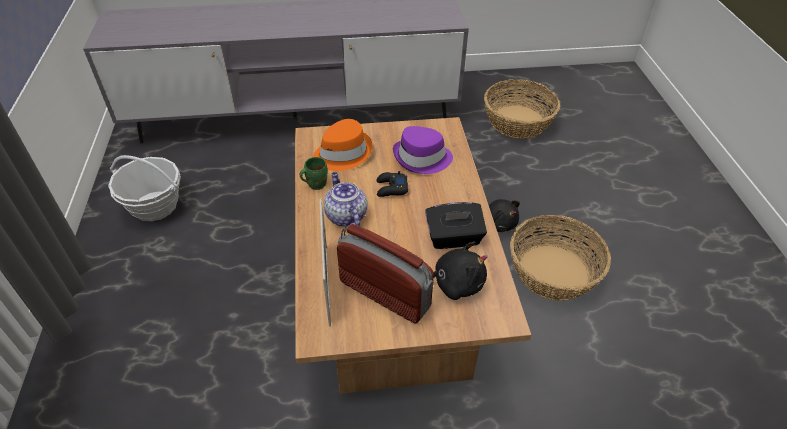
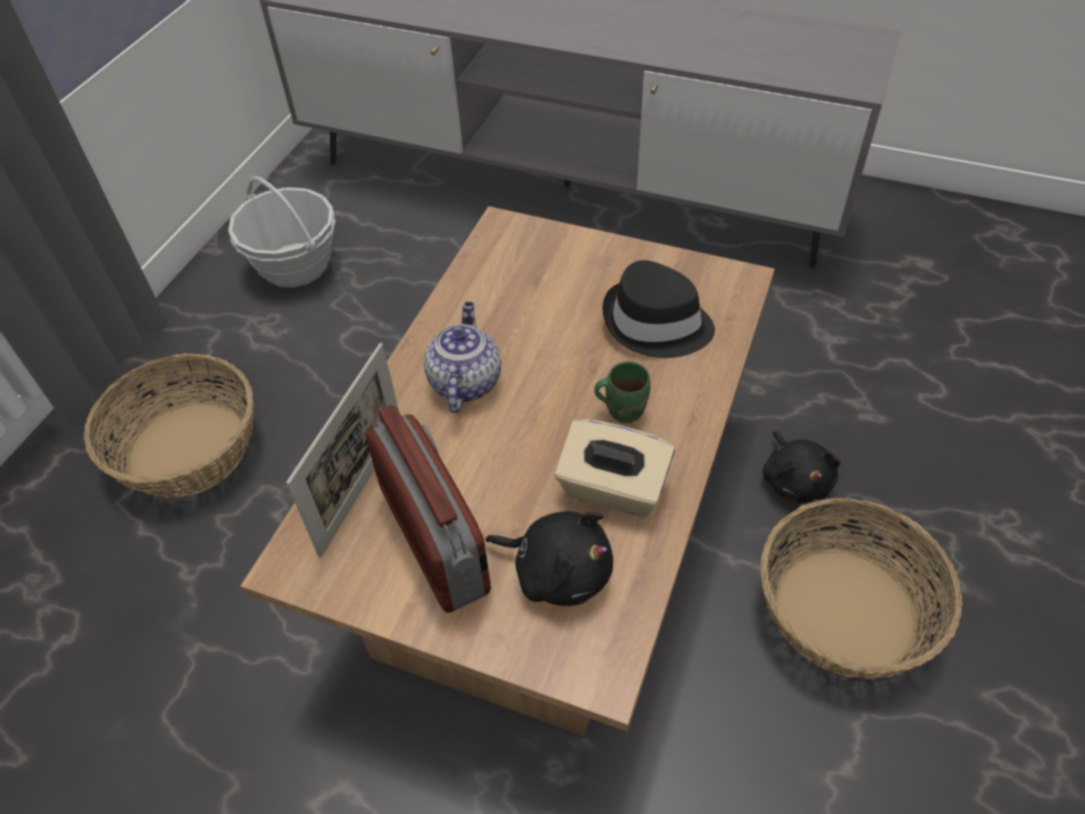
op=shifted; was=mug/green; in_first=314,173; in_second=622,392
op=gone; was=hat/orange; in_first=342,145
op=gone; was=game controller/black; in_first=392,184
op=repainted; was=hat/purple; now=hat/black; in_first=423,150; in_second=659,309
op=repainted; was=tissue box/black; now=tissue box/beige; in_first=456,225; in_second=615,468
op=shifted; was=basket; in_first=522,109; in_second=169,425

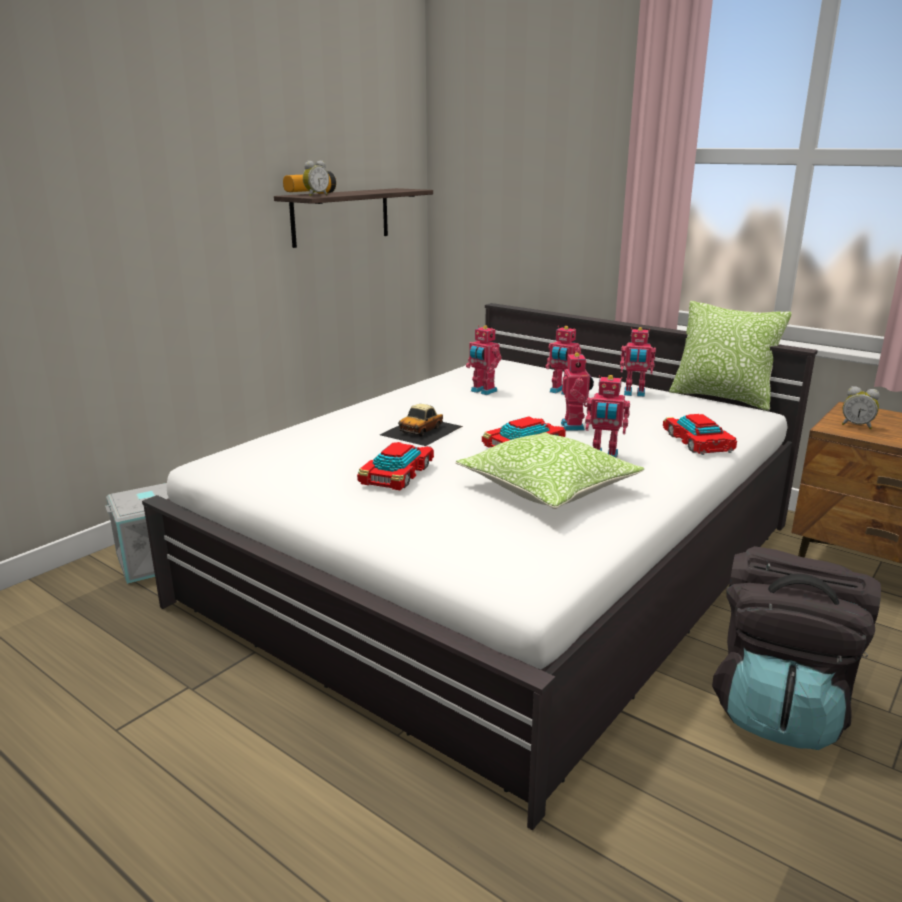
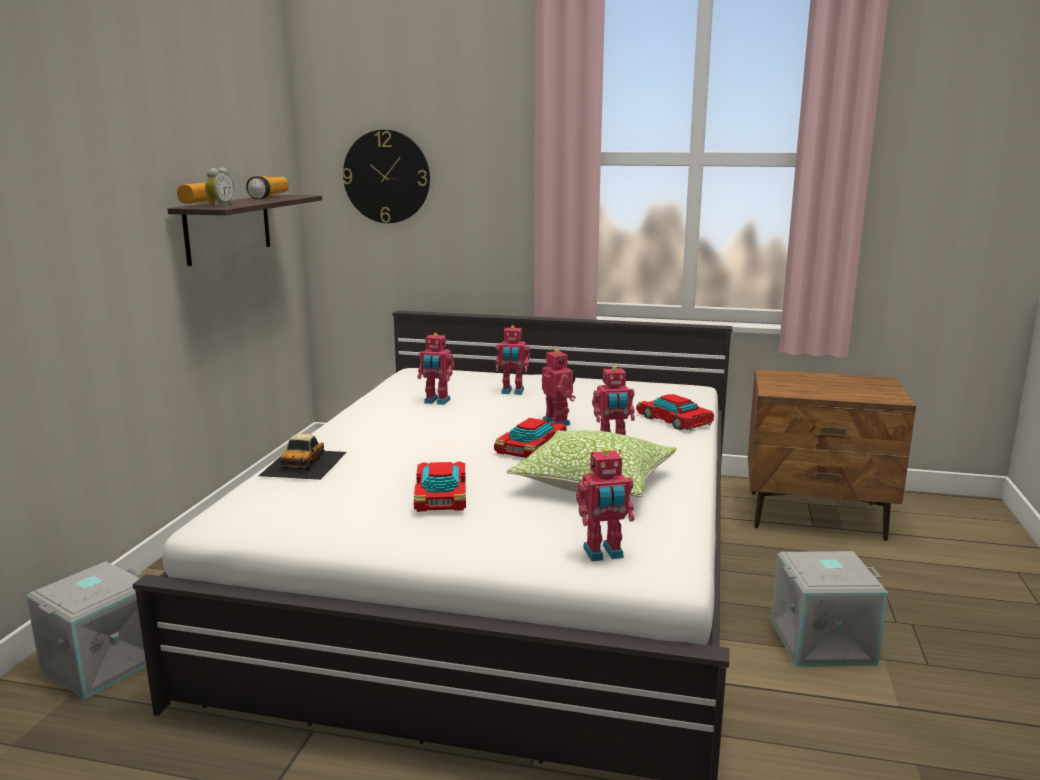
op=shifted; was=toy car; in_first=421,425; in_second=302,457
op=shifted; was=toy robot; in_first=638,362; in_second=605,505
op=gone; was=pillow; in_first=730,356
op=swapped; was=backpack/black; now=storage box/grey; in_first=796,648; in_second=829,609
op=gone; was=alarm clock; in_first=861,407
op=new; now=flashlight; in_second=267,187
op=new; now=wall clock; in_second=386,176

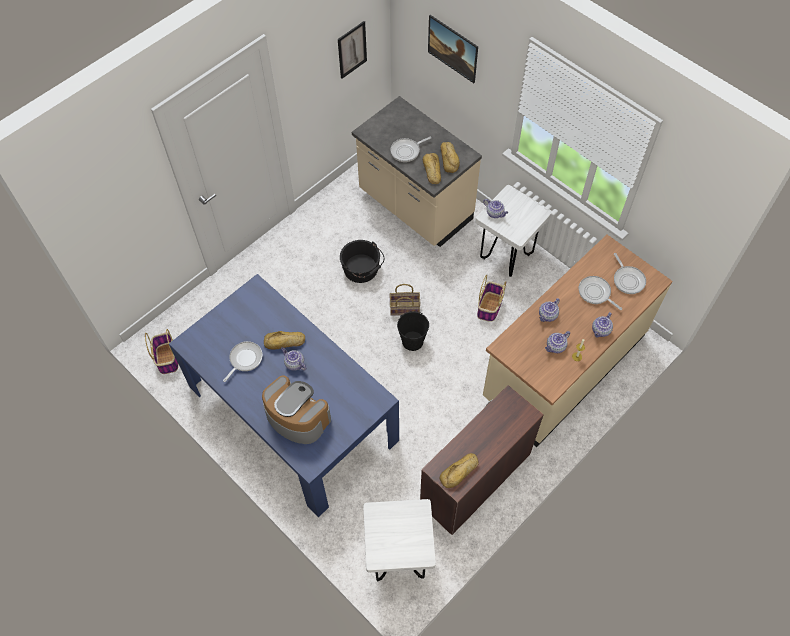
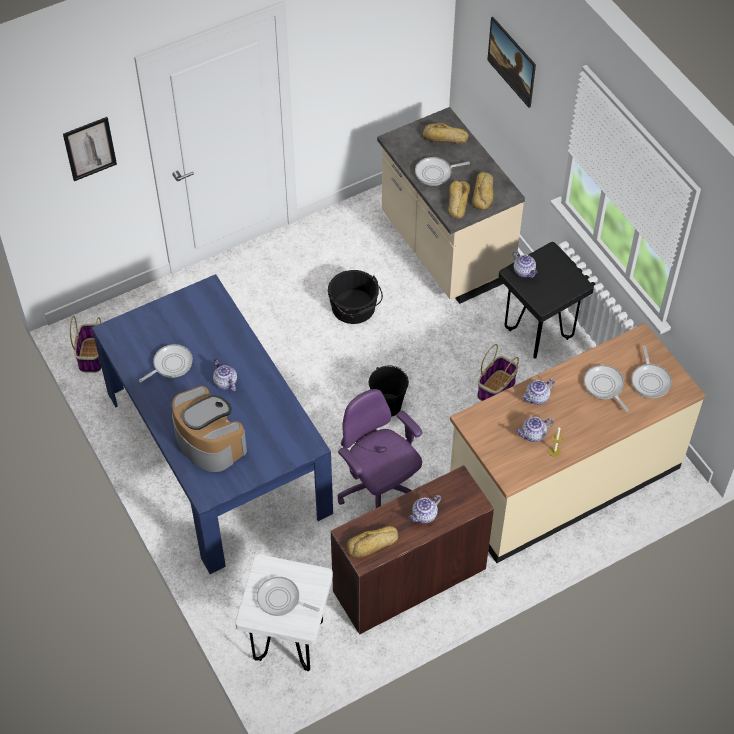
op=shifted; was=bread; in_first=284,340; in_second=445,133
op=shifted; was=picture; in_first=352,50; in_second=90,149
op=gone; was=basket; in_first=405,300
op=repainted; was=stool/white; now=stool/black; in_first=513,231; in_second=547,300
op=shifted; was=teapot; in_first=602,325; in_second=425,509
op=new; now=frying pan; in_second=288,596
op=new; now=office chair/purple; in_second=379,448

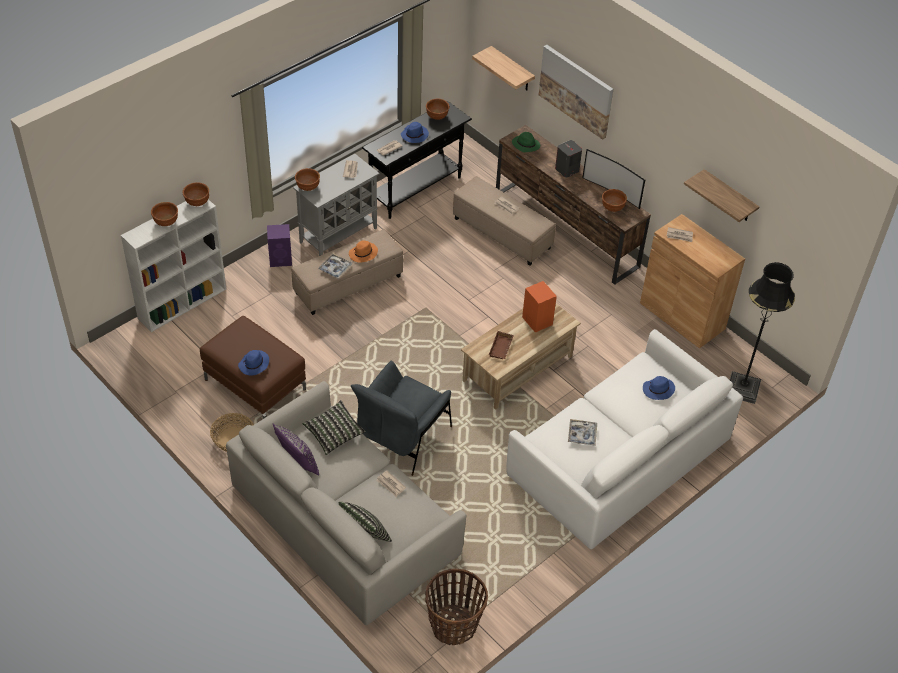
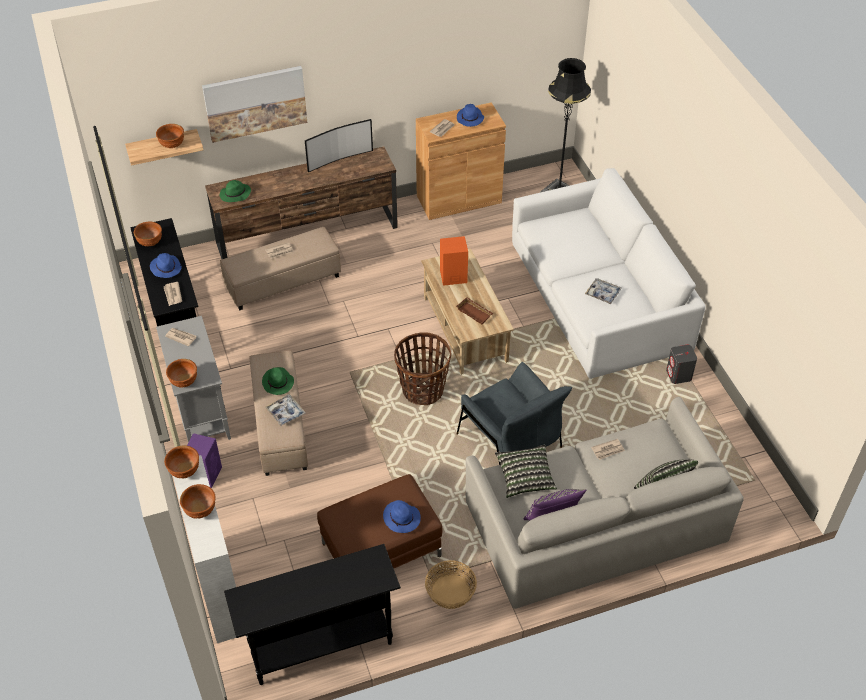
op=repainted; was=hat/orange; now=hat/green; in_first=363,252; in_second=278,381
op=shifted; was=basket; in_first=456,606; in_second=422,368
op=shifted; was=speaker/grey; in_first=568,159; in_second=681,364
op=shifted; was=bowl/brown; in_first=614,200; in_second=170,136
op=shifted; was=hat/blue; in_first=659,388; in_second=470,115
op=gone; was=shelf; in_first=721,195
op=new; now=console table/black; in_second=312,614

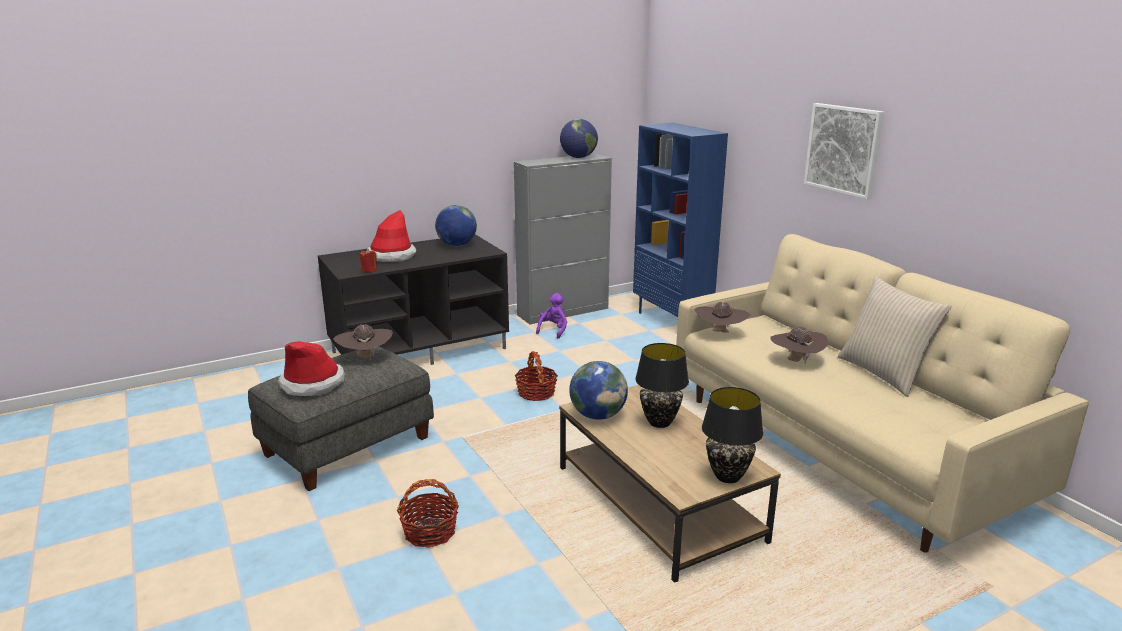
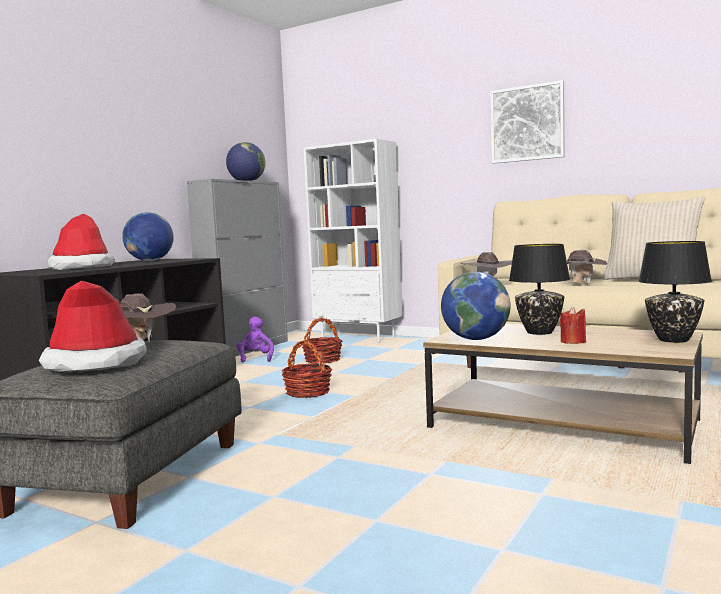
op=shifted; was=candle/red; in_first=368,261; in_second=573,325
op=shifted; was=basket; in_first=428,513; in_second=322,340
op=repainted; was=bookcase/blue; now=bookcase/white; in_first=680,219; in_second=353,241

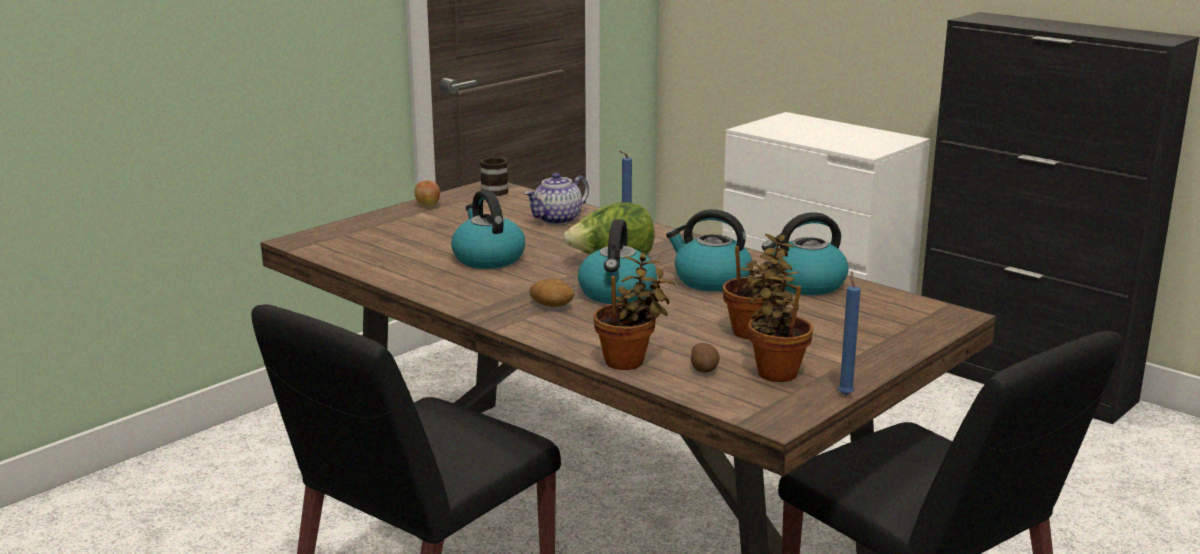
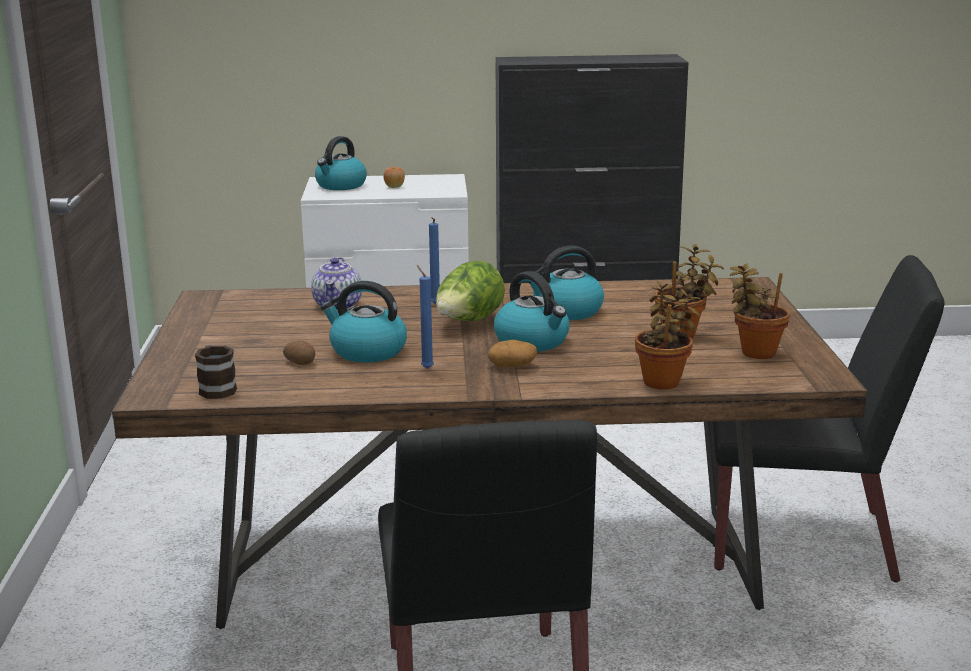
op=shifted; was=apple; in_first=427,193; in_second=394,177
op=shifted; was=mug; in_first=494,177; in_second=216,372
op=shifted; was=potato; in_first=705,358; in_second=299,352
op=shifted; was=kettle; in_first=805,254; in_second=341,163
op=shifted; was=candle/blue; in_first=849,333; in_second=425,317

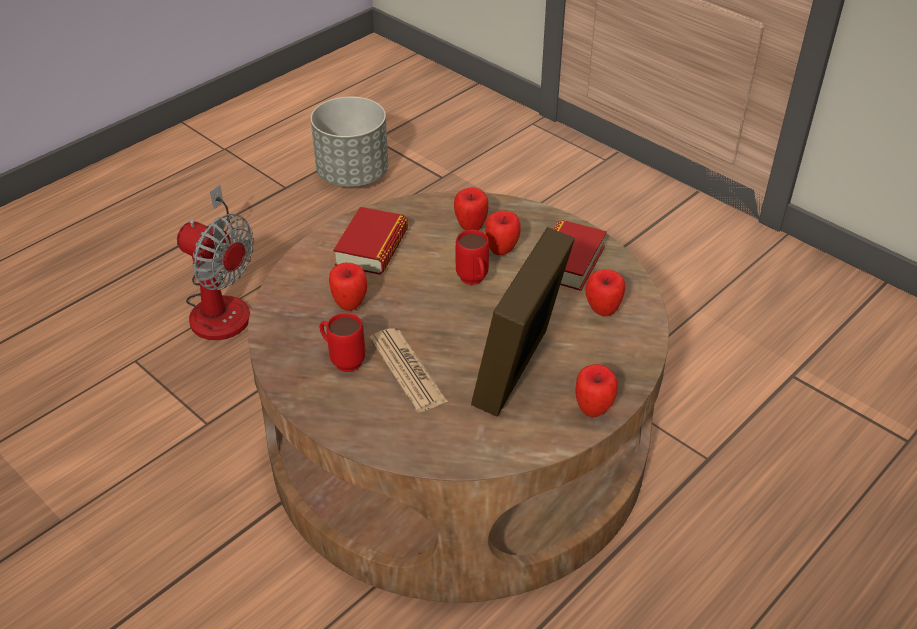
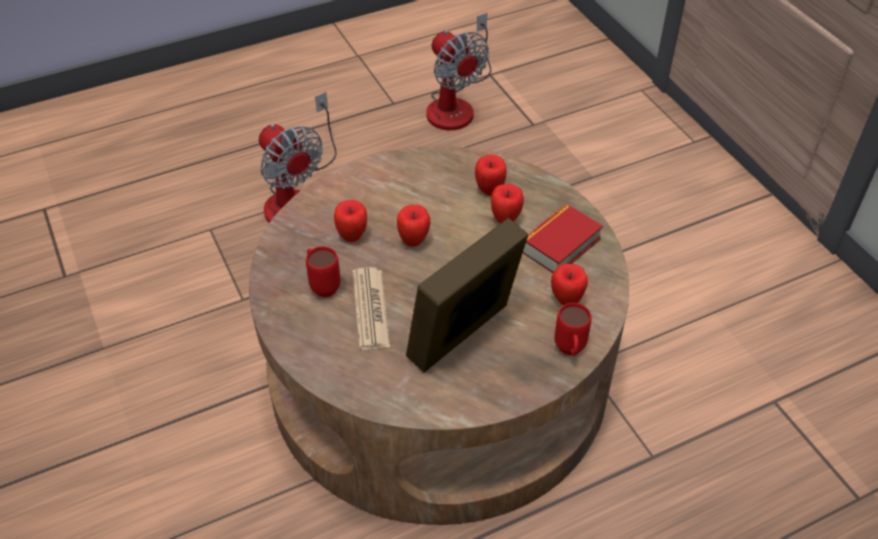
op=swapped; was=planter/grey; now=fan; in_first=349,141; in_second=459,71
op=gone; was=book; in_first=370,241
op=shifted; was=mug/red; in_first=472,257; in_second=573,329
op=shifted; was=apple; in_first=597,390; in_second=413,226

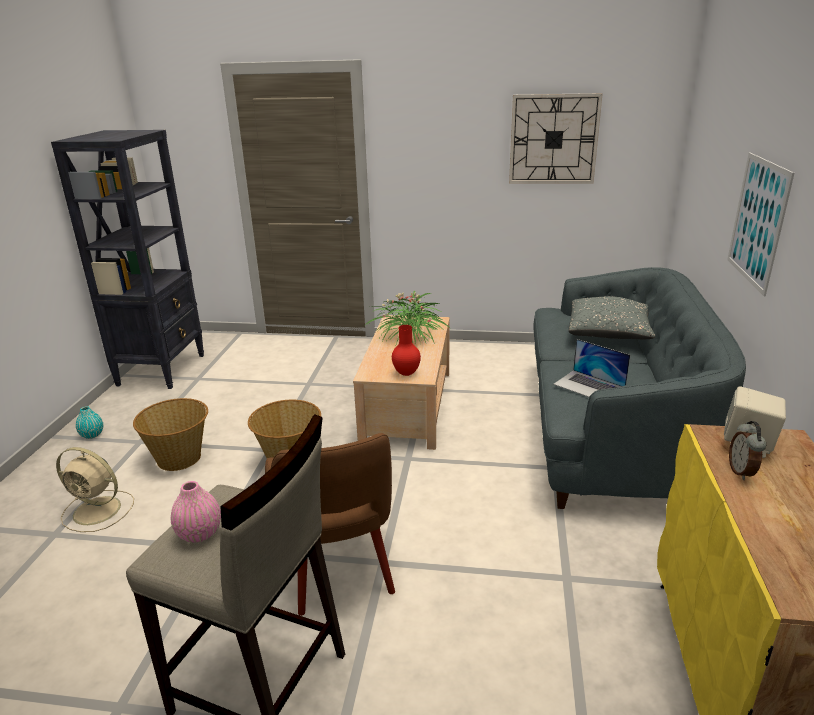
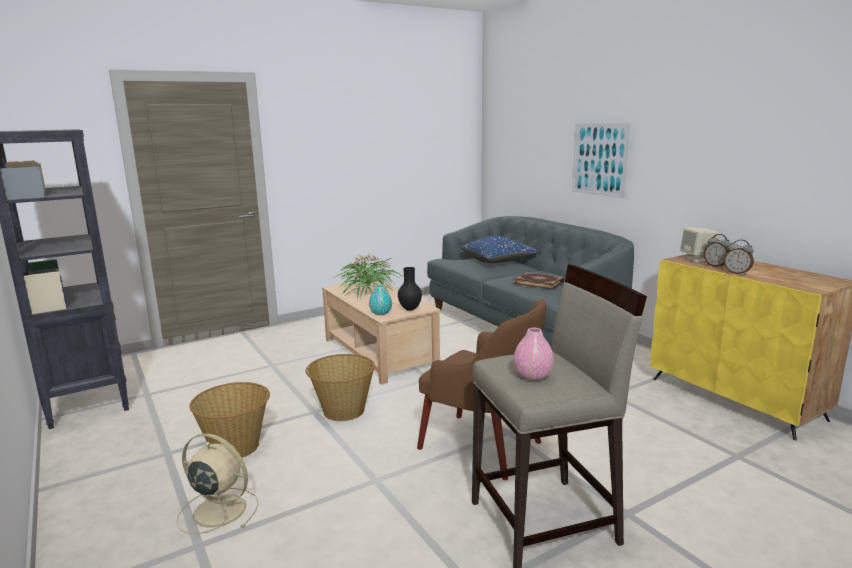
op=rotated; was=fan/beige; in_first=95,489; in_second=218,483; clockwise=-135
op=shifted; was=vase/turquoise; in_first=89,422; in_second=380,300
op=repainted; was=vase/red; now=vase/black; in_first=406,350; in_second=410,289
op=gone; was=wall clock; in_first=556,138
op=swapped; was=laptop; now=book; in_first=591,368; in_second=539,280
op=repainted; was=pillow/grey; now=pillow/blue; in_first=611,318; in_second=499,249
op=new; now=alarm clock; in_second=739,257

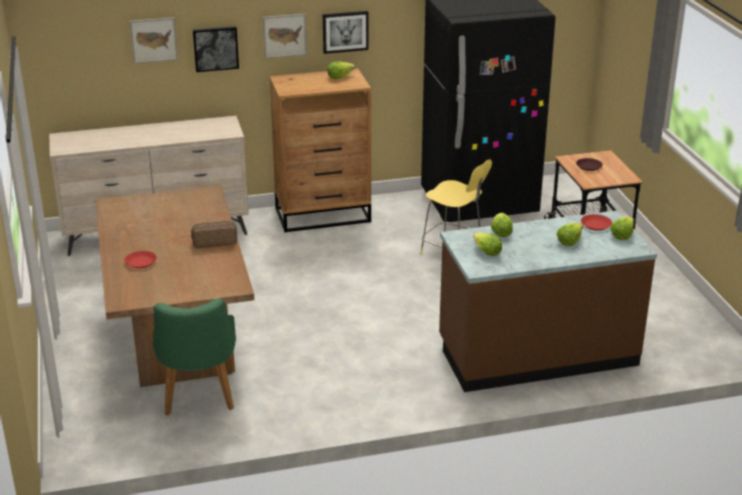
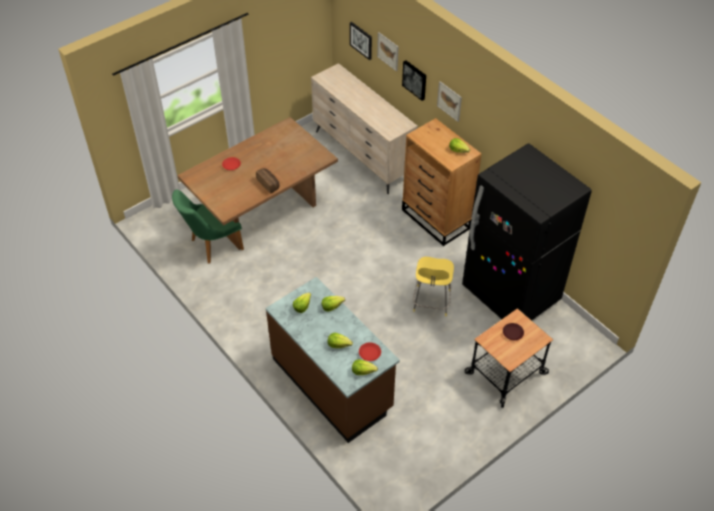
op=shifted; was=picture; in_first=346,32; in_second=361,41

